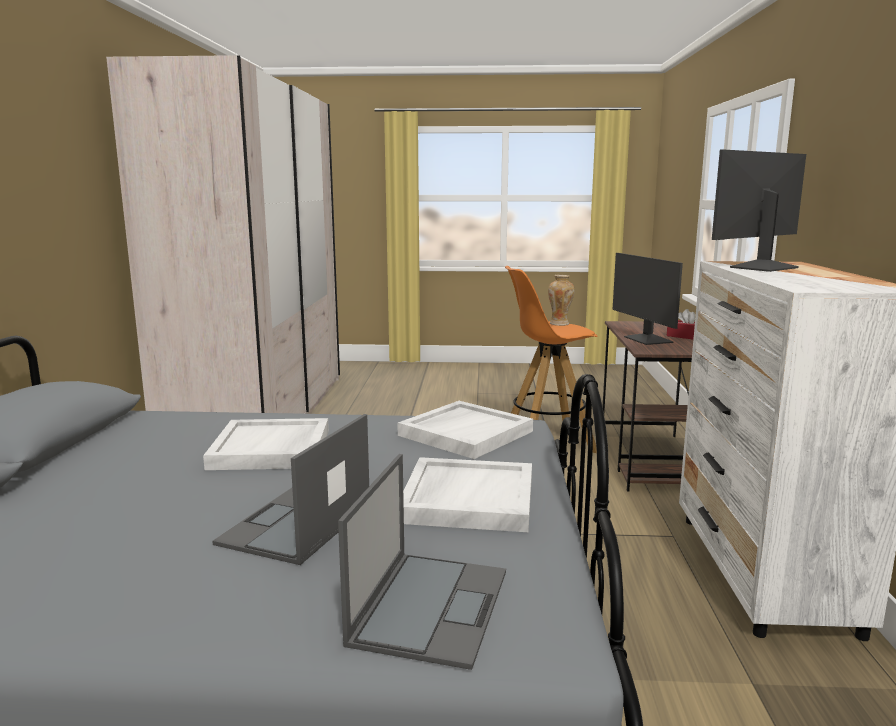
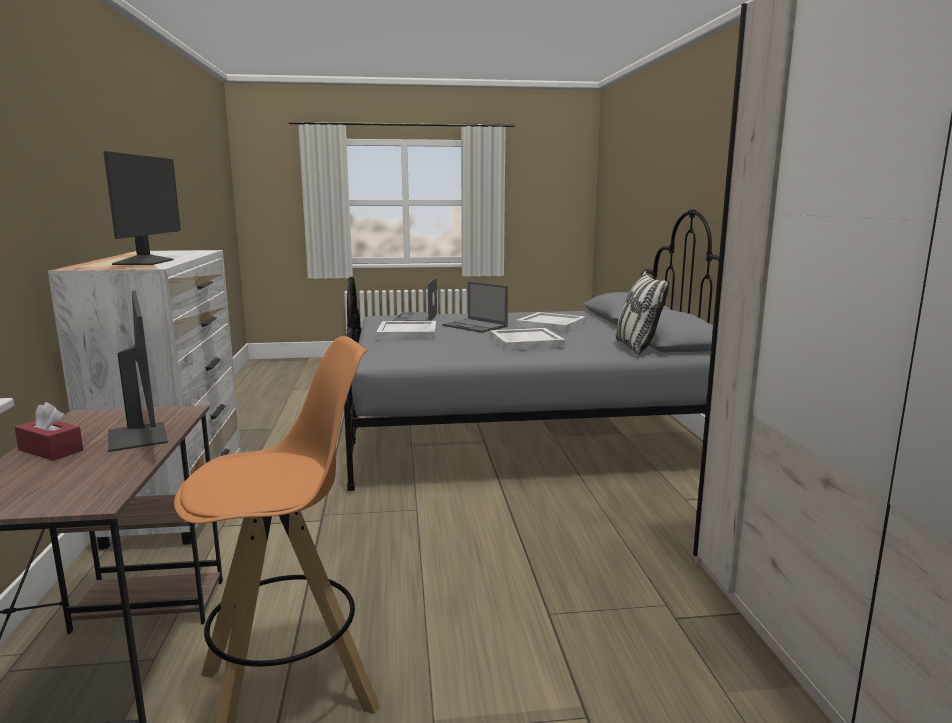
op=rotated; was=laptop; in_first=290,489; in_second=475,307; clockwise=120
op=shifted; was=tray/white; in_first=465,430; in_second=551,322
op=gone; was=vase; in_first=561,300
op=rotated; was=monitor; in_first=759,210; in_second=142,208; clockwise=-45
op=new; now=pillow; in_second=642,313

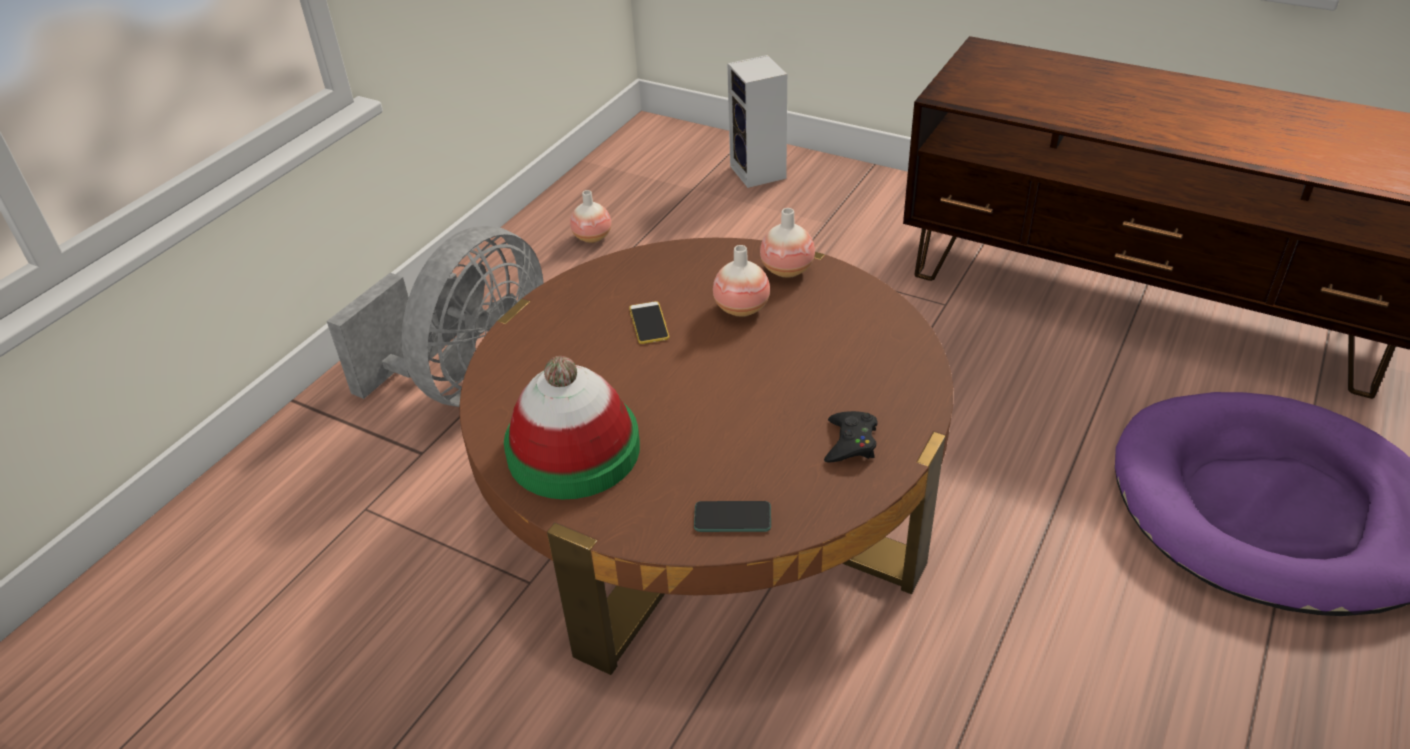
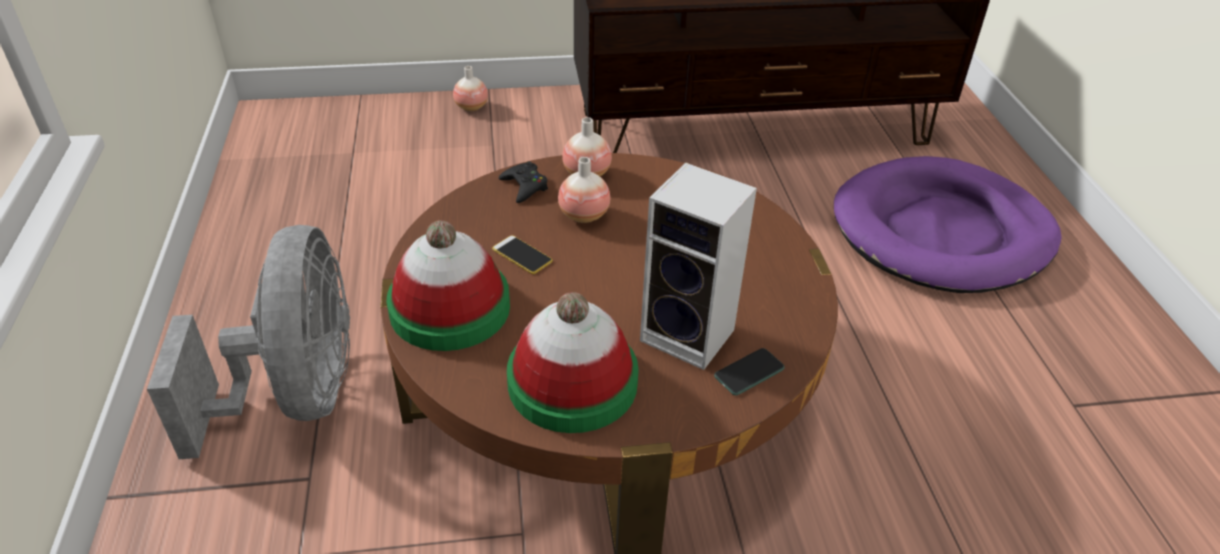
op=shifted; was=vase; in_first=590,216; in_second=470,88
op=shifted; was=speaker; in_first=757,121; in_second=698,266
op=shifted; was=game controller/black; in_first=851,437; in_second=523,182
op=new; now=hat; in_second=448,285

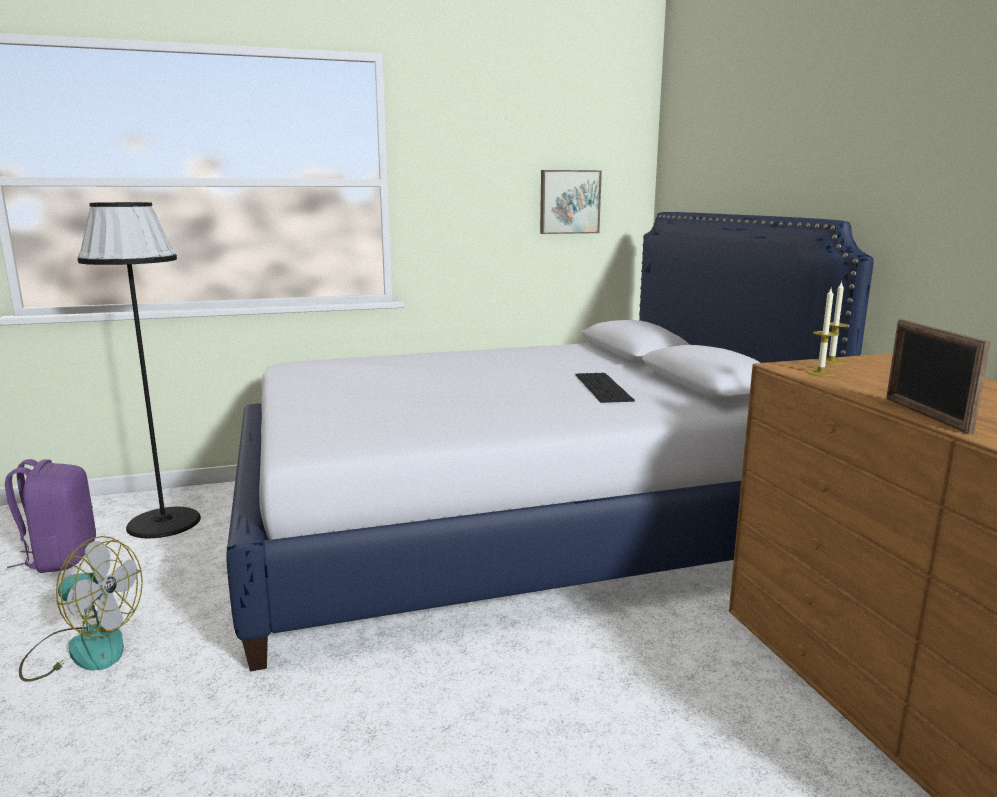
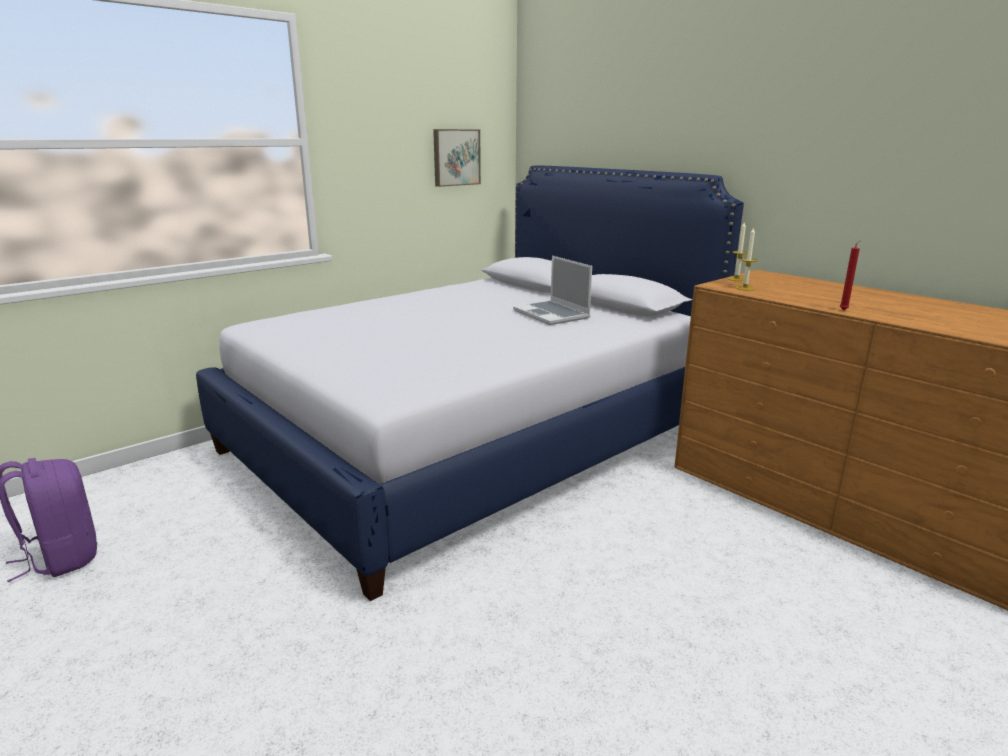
op=gone; was=fan; in_first=81,609
op=gone; was=floor lamp/black; in_first=139,370
op=swapped; was=keyboard; now=laptop; in_first=605,388; in_second=552,290
op=swapped; was=picture frame; now=candle/red; in_first=938,376; in_second=850,275

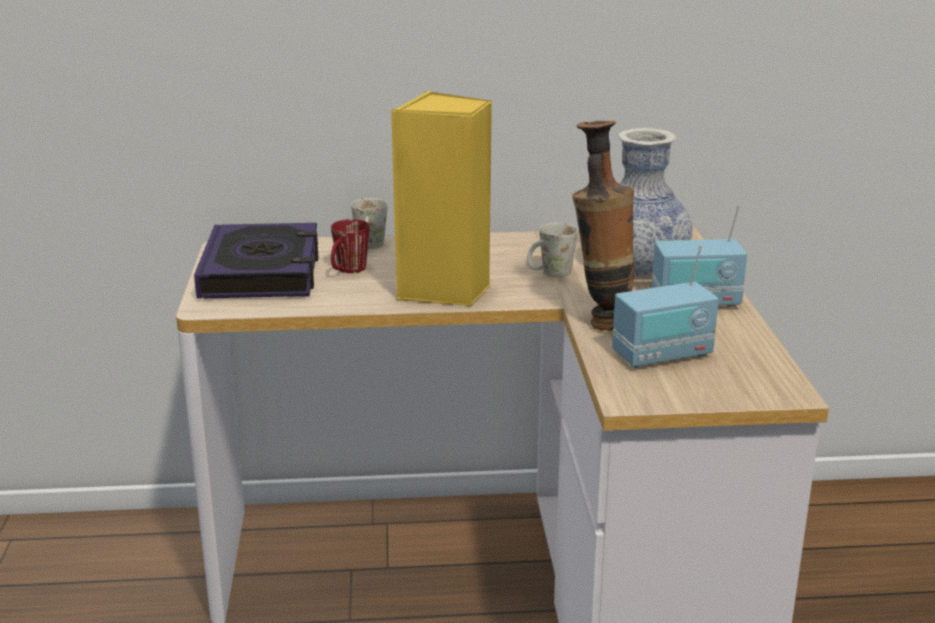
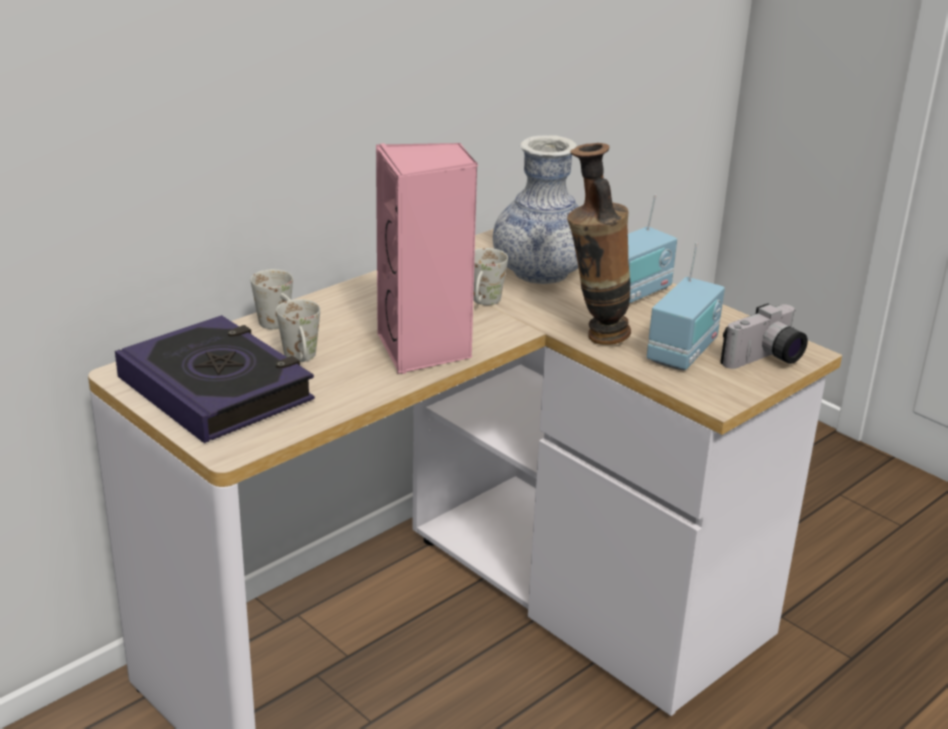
op=repainted; was=mug/red; now=mug/white; in_first=350,246; in_second=298,330
op=repainted; was=speaker/yellow; now=speaker/pink; in_first=441,198; in_second=427,258
op=new; now=photo camera; in_second=764,336

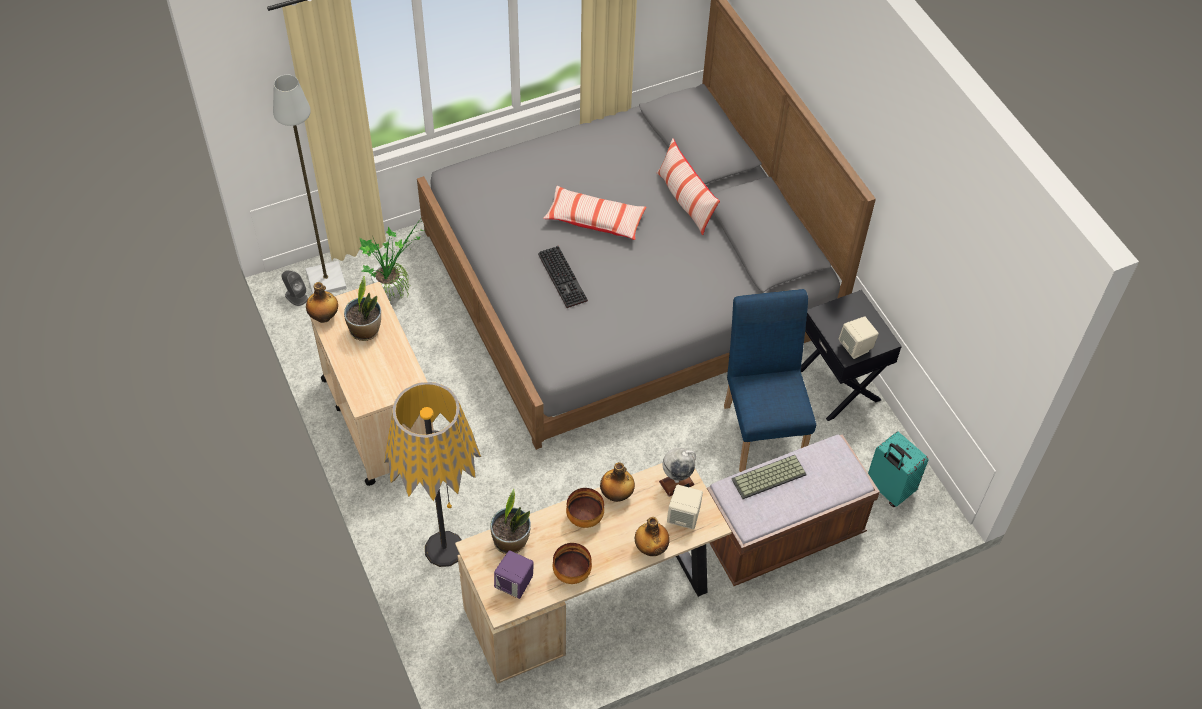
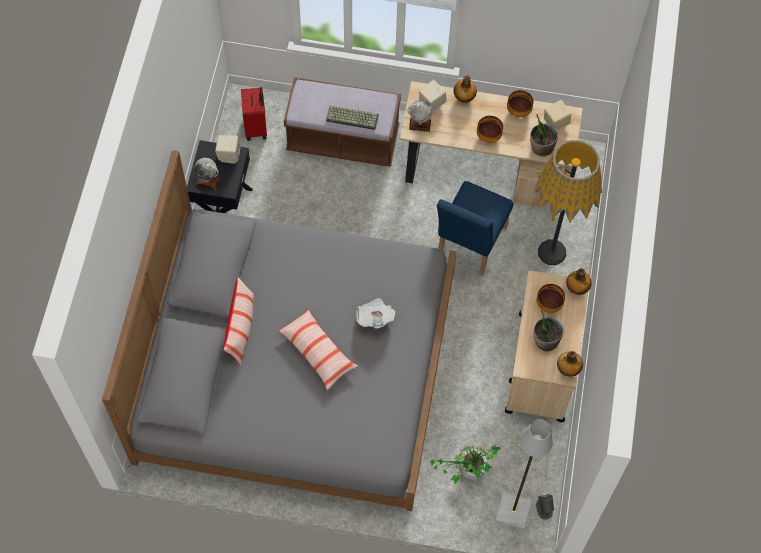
op=repainted; was=speaker/purple; now=speaker/beige; in_first=514,574; in_second=557,115
op=swapped; was=keyboard; now=newspaper; in_first=563,277; in_second=376,313
op=shifted; was=bottle; in_first=617,482; in_second=579,281
op=shifted; was=chair/blue; in_first=770,380; in_second=475,228
op=repainted; was=suitcase/turquoise; now=suitcase/red; in_first=898,469; in_second=254,114
op=new; now=globe; in_second=207,174
op=new; now=bowl; in_second=551,298

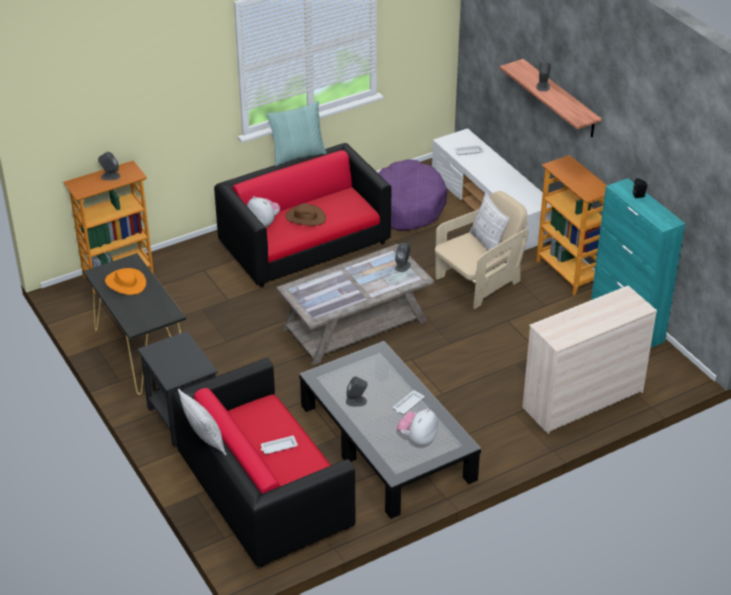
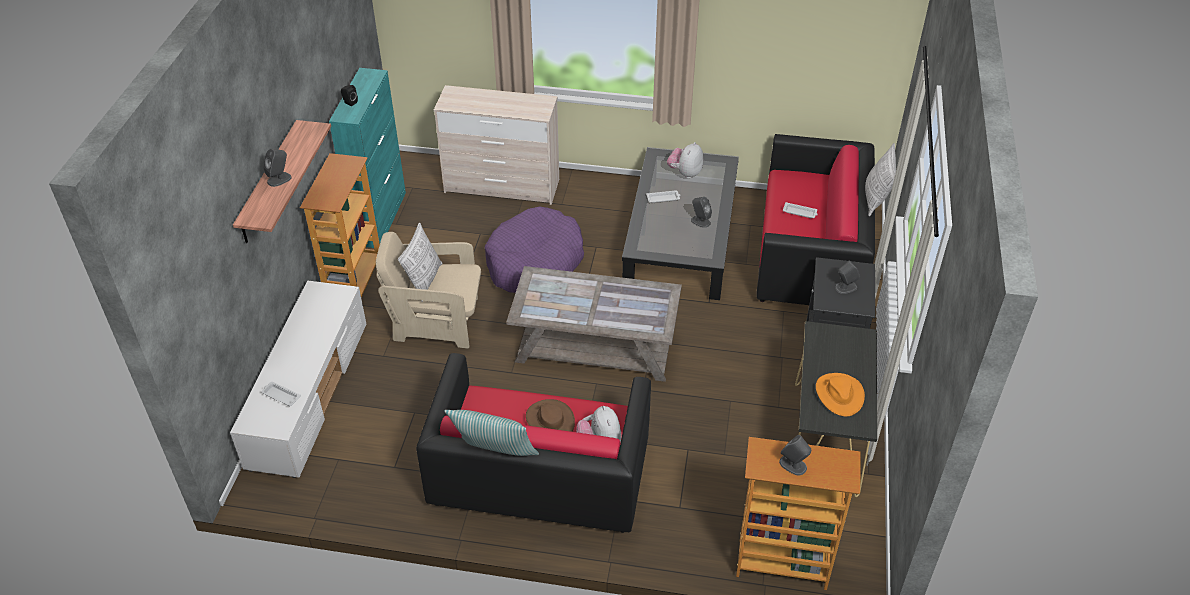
op=shifted; was=dog bed/purple; in_first=413,195; in_second=534,249
op=shifted; was=speaker/grey; in_first=403,257; in_second=847,277
op=rotated; was=plush toy; in_first=417,427; in_second=685,160; clockwise=135

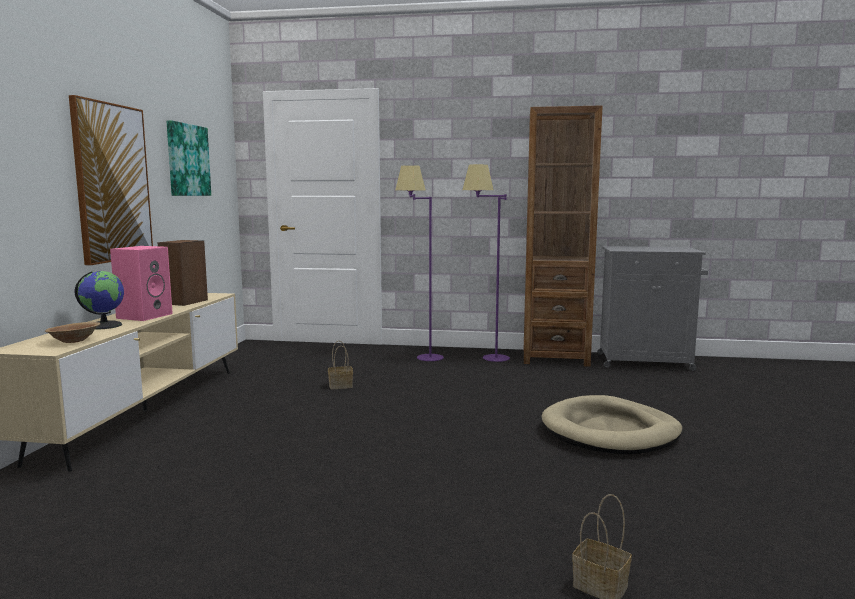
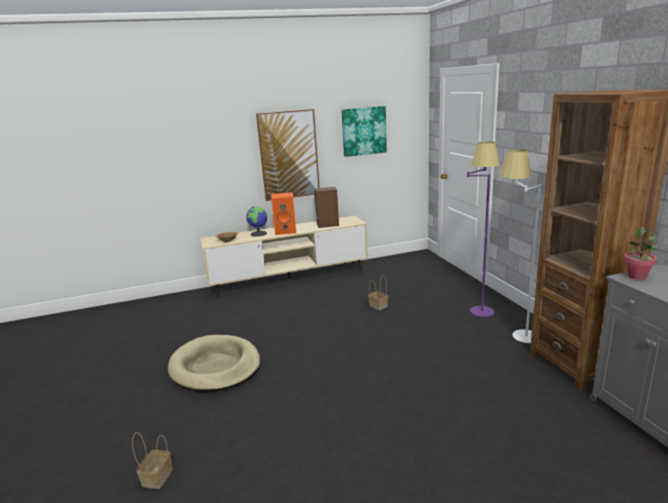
op=repainted; was=speaker/pink; now=speaker/orange; in_first=141,283; in_second=283,213
op=repainted; was=floor lamp/purple; now=floor lamp/white; in_first=486,263; in_second=520,246
op=shifted; was=dog bed/beige; in_first=612,424; in_second=214,363
op=new; now=potted plant; in_second=641,253

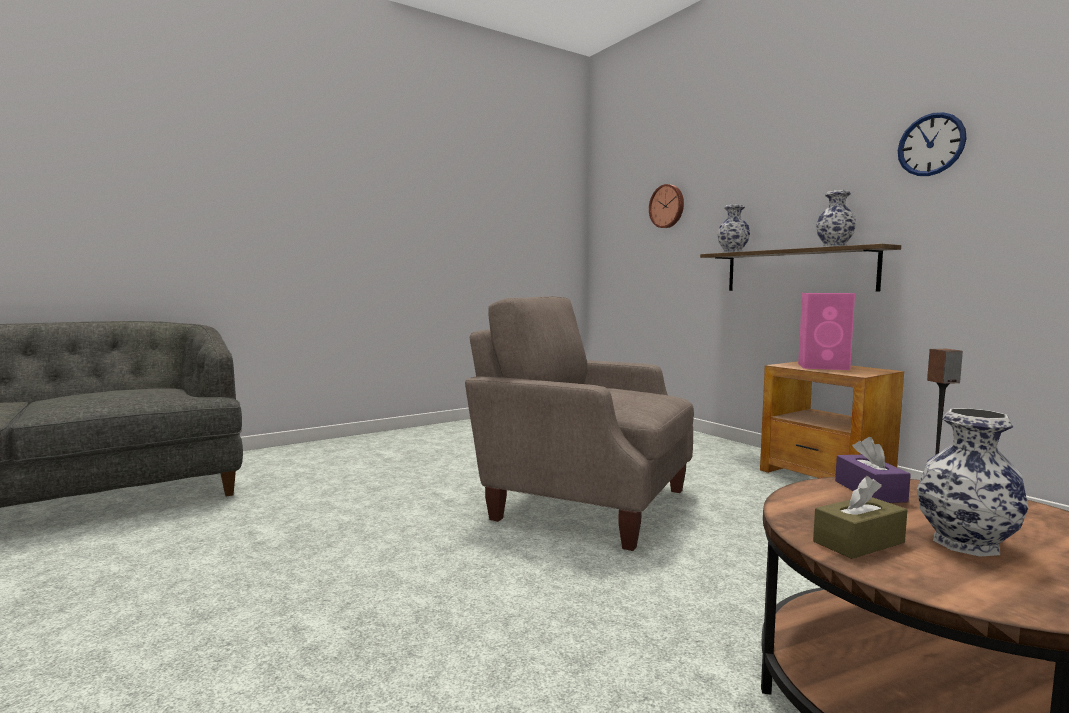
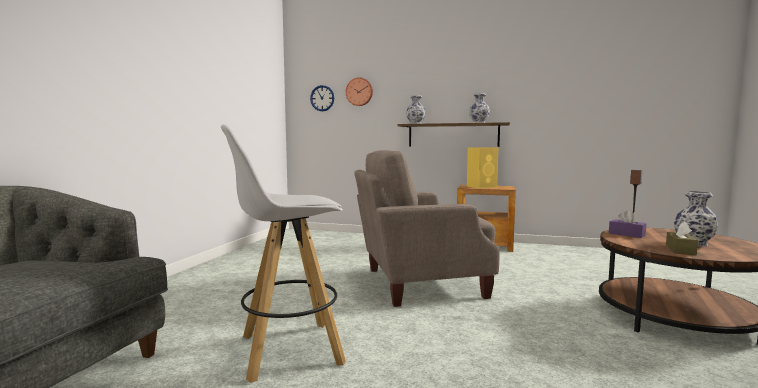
op=repainted; was=speaker/pink; now=speaker/yellow; in_first=826,331; in_second=482,167
op=shifted; was=wall clock; in_first=932,144; in_second=322,98
op=new; now=stool/white; in_second=283,253

